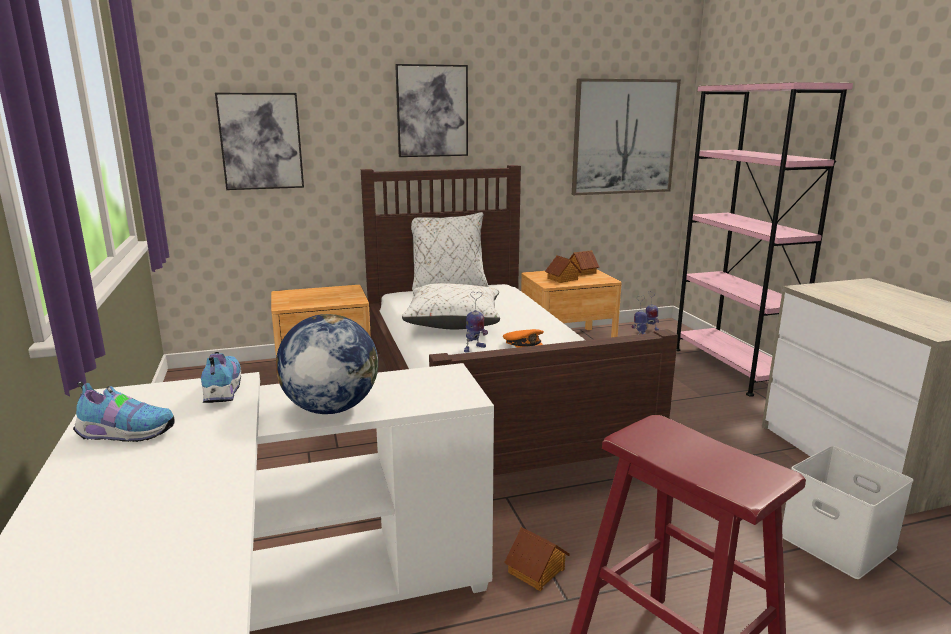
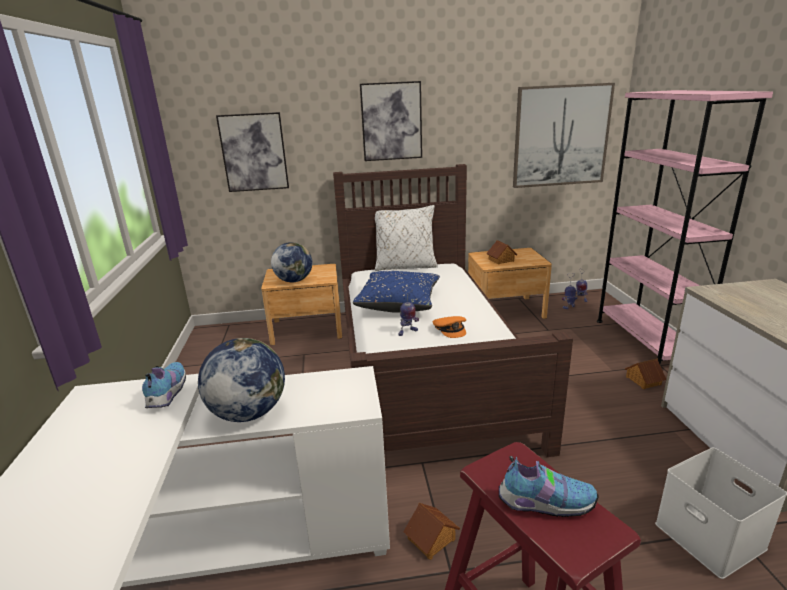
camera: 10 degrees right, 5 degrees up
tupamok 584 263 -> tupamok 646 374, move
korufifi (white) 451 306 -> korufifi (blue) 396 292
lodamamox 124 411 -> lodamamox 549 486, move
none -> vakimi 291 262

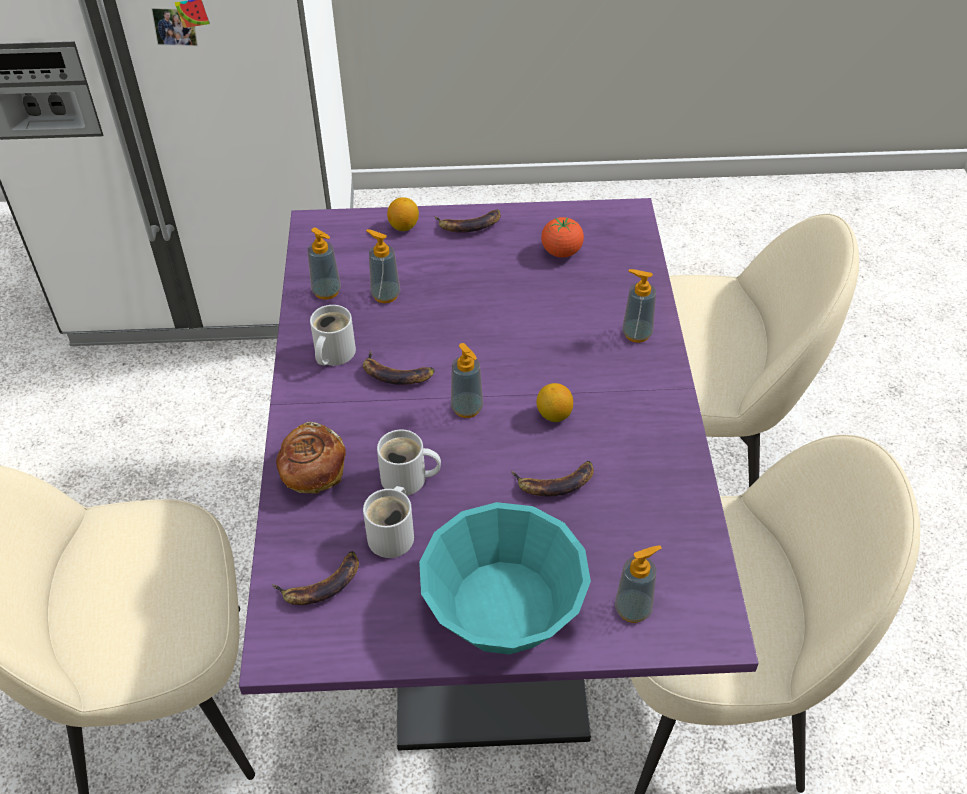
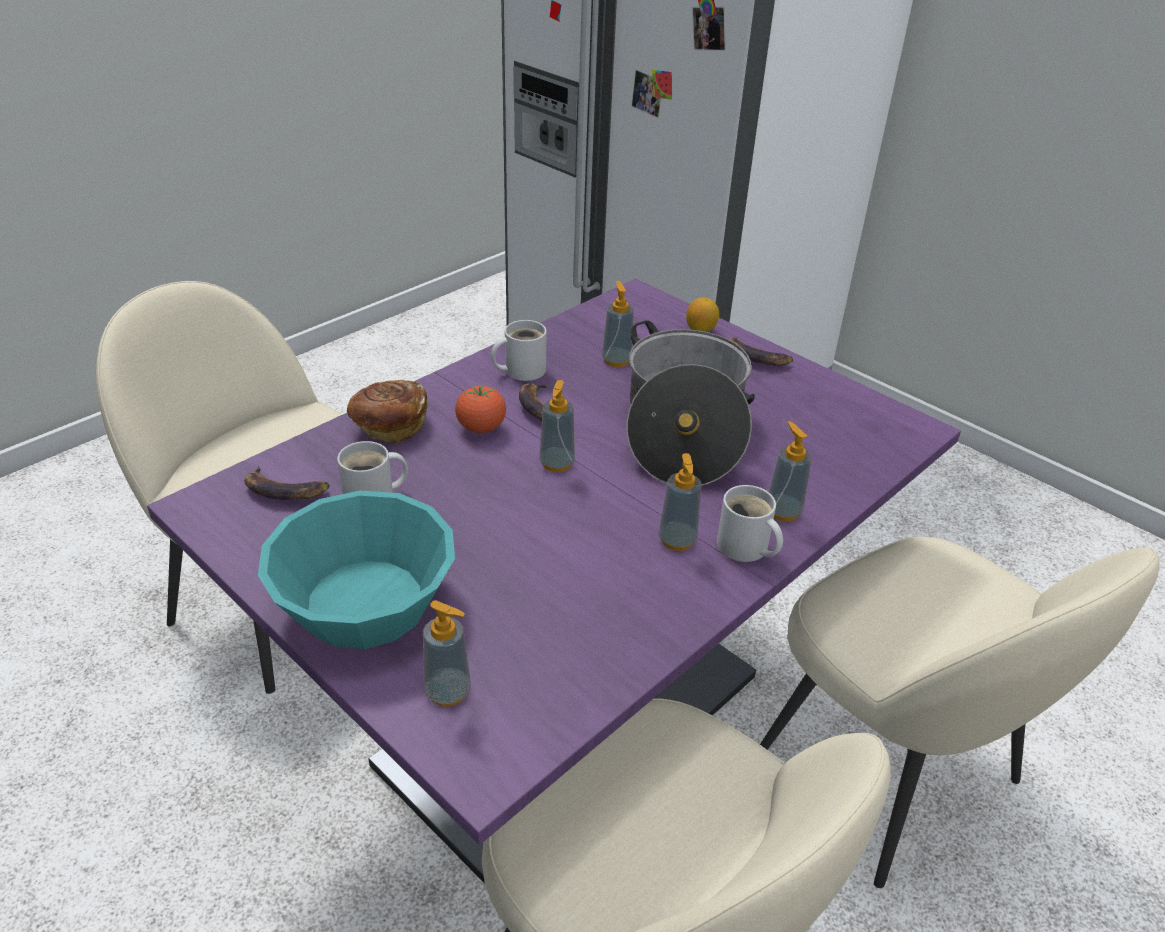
camera: 45 degrees right, 10 degrees down
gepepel 562 237 -> gepepel 480 409, move
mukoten 324 264 -> mukoten 680 502, move
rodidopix 555 402 -> none
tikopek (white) 409 462 -> tikopek (white) 750 523, move
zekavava 552 478 -> none
none -> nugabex 691 403

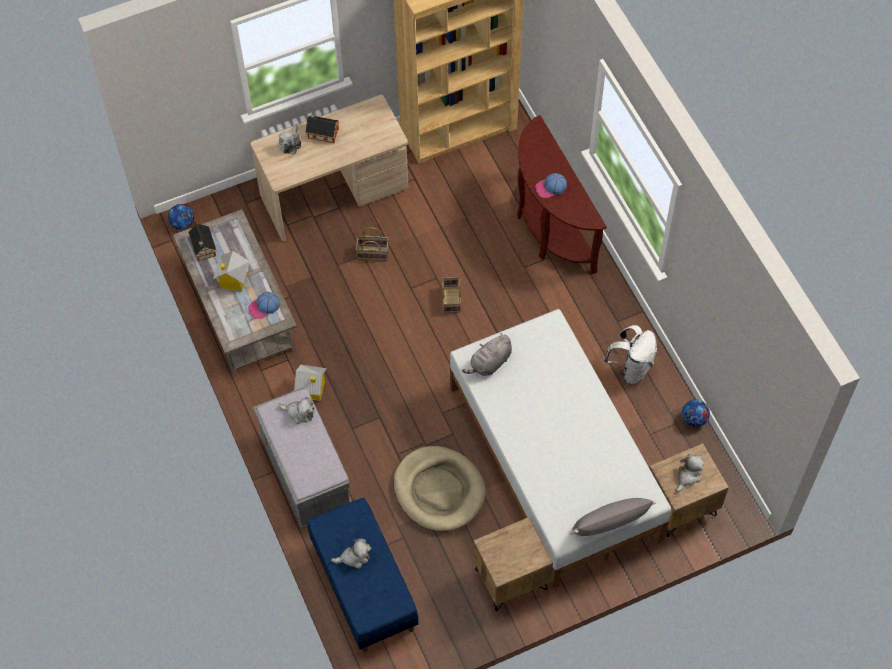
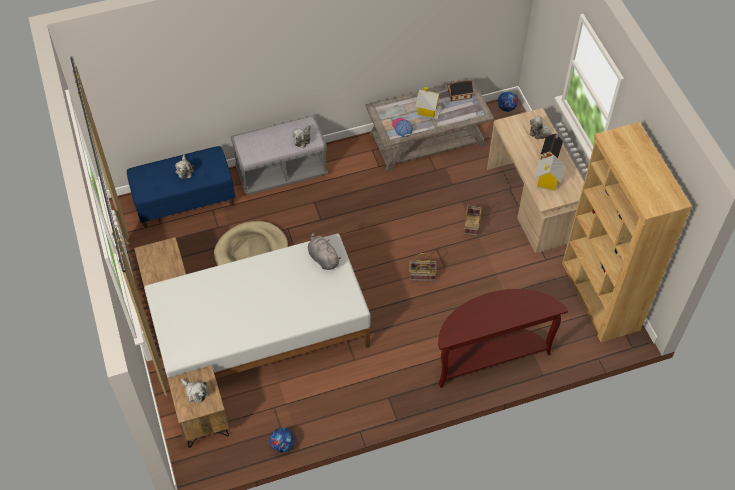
camera: 95 degrees right, 5 degrees down
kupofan 551 185 -> none
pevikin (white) 630 354 -> none
tupamok 310 383 -> tupamok 550 173, move
korufifi (grey) 612 517 -> none

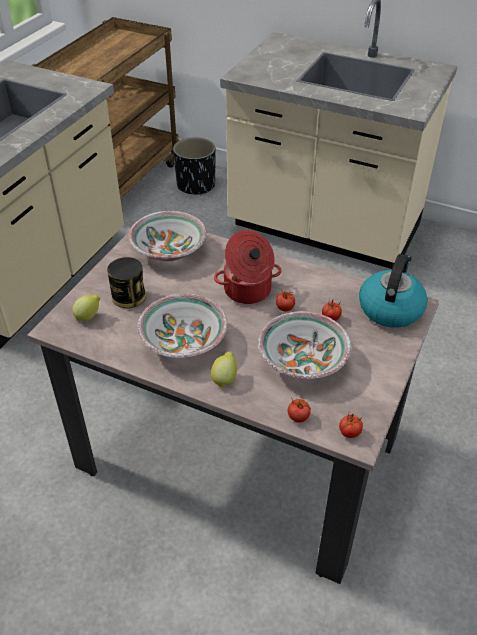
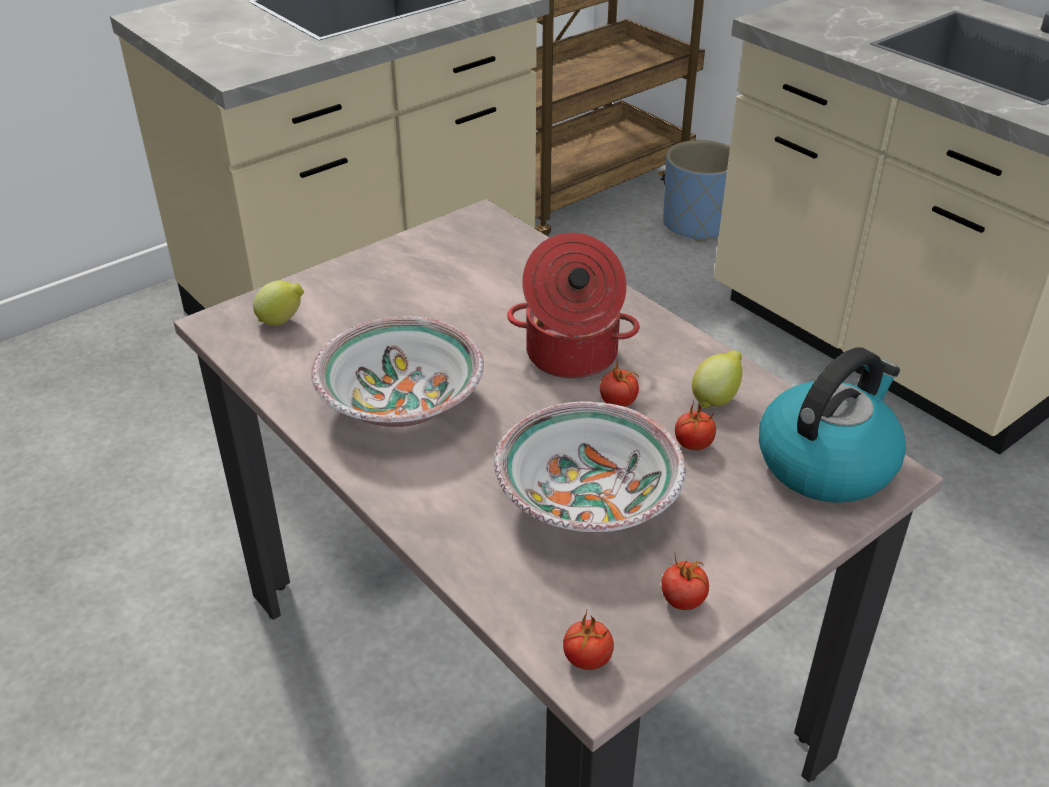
camera: 25 degrees right, 5 degrees down
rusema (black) 194 166 -> rusema (blue) 696 191
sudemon 167 236 -> none
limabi 126 282 -> none
rodidopix 224 370 -> rodidopix 717 379, move
gepepel 299 410 -> gepepel 685 581, move

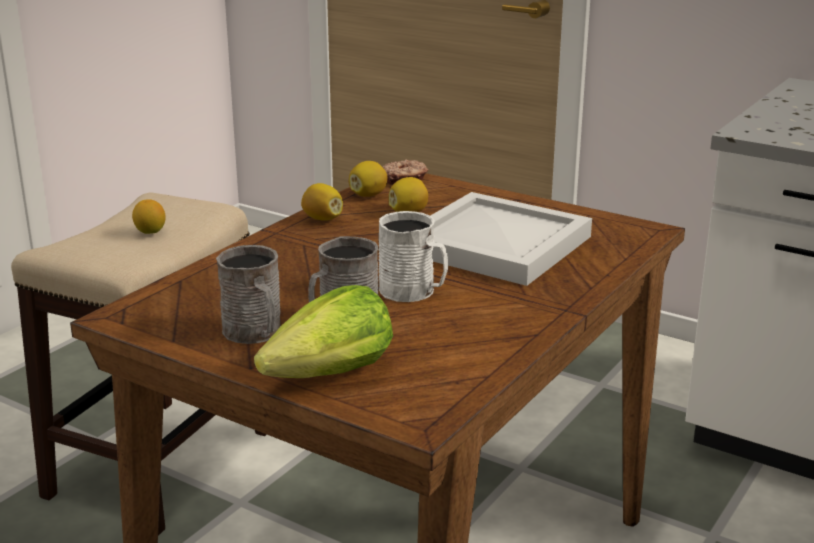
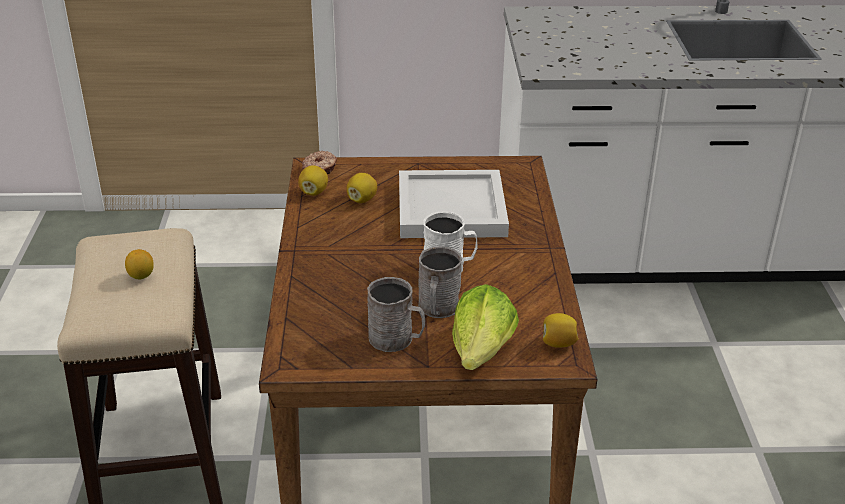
camera: 35 degrees left, 10 degrees up
rodidopix 322 202 -> rodidopix 561 330, move

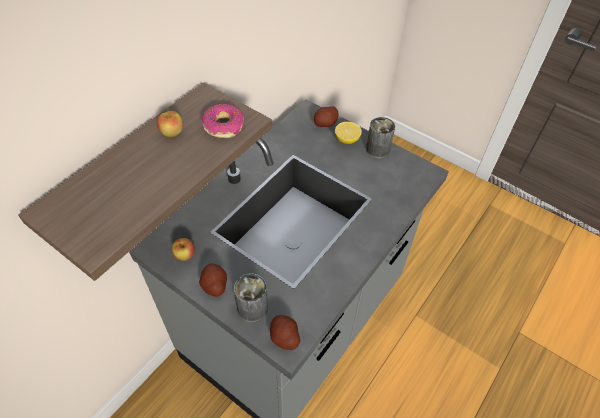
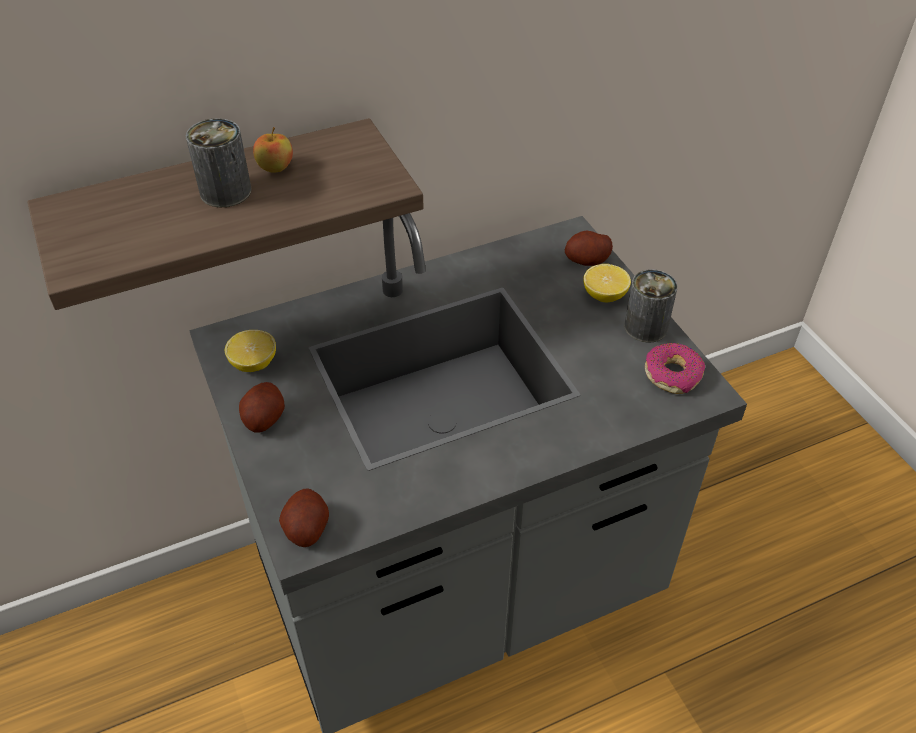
camera: 30 degrees right, 5 degrees down
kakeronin 223 121 -> kakeronin 675 368, move
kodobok 183 249 -> rodidopix 250 351
limabi 251 298 -> limabi 218 162, move

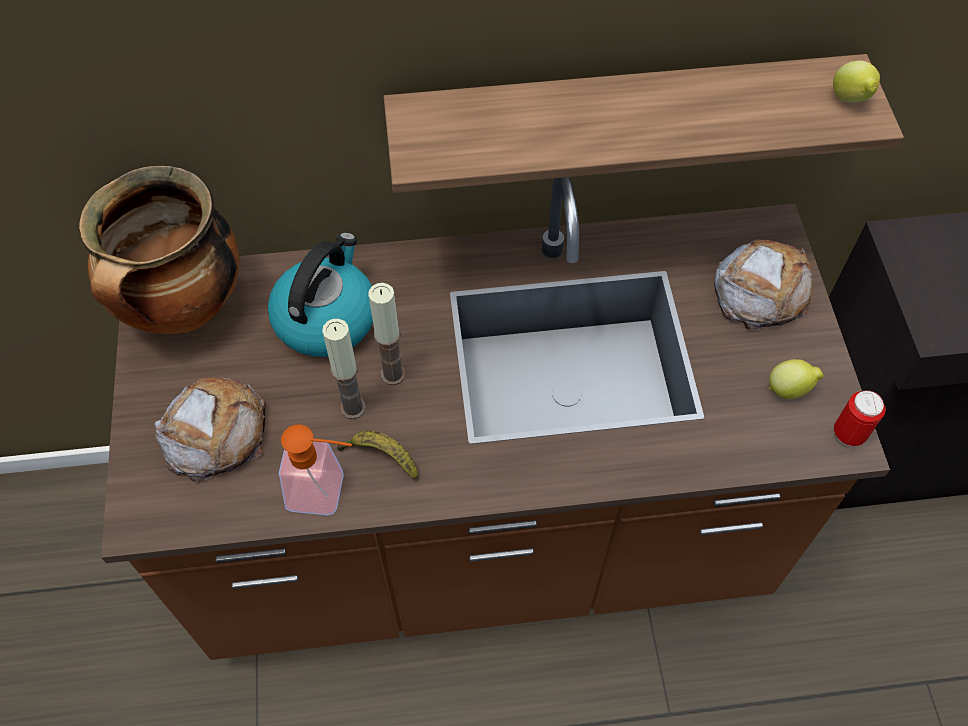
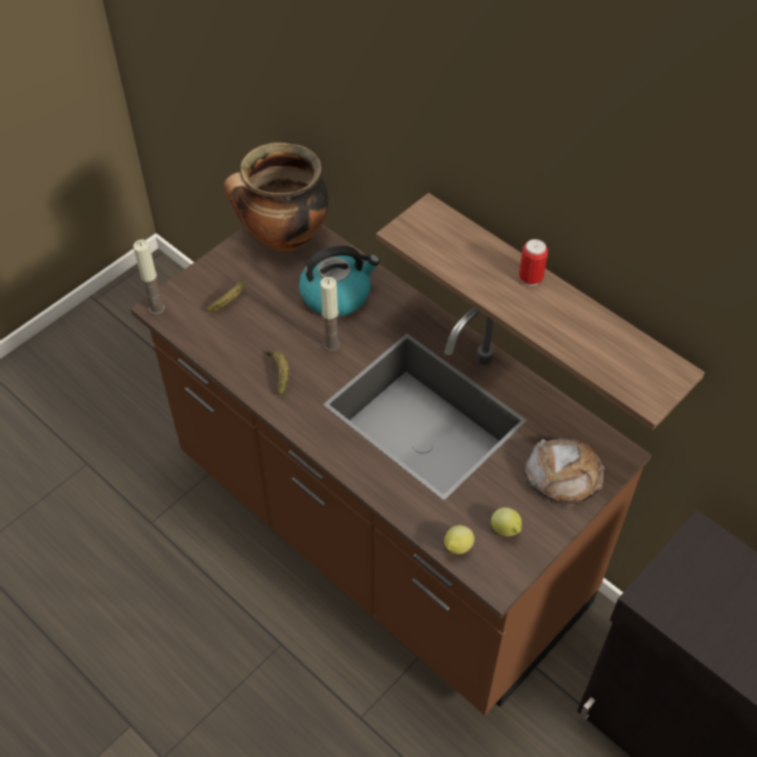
camera: 50 degrees right, 5 degrees down
rodidopix 856 82 -> rodidopix 459 539, move
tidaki 344 369 -> tidaki 149 277, move
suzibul 210 430 -> zekavava 226 295
limabi 859 418 -> limabi 533 262, move
mukoten 315 469 -> none

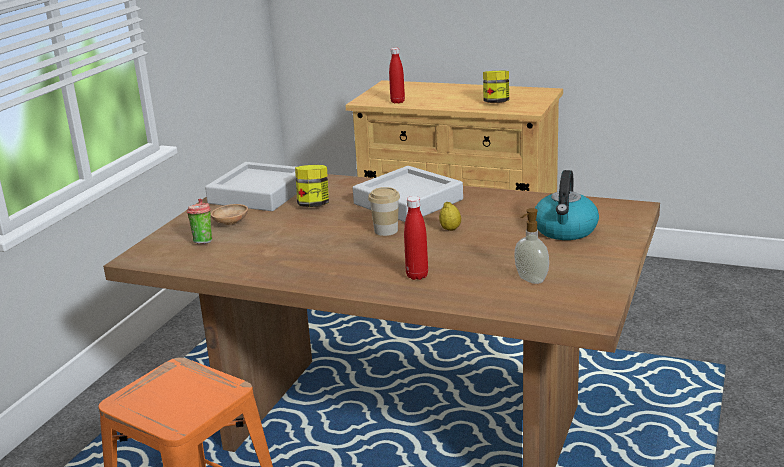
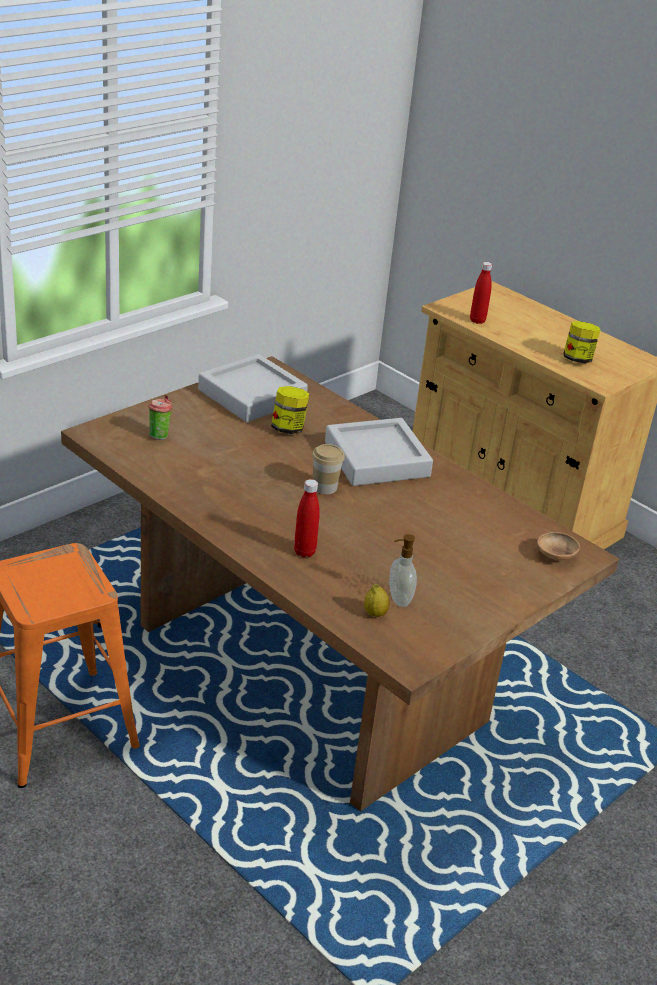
camera: 20 degrees right, 10 degrees up
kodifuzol 567 205 -> none
rodidopix 450 216 -> rodidopix 377 600, move
sudemon (brown) 229 214 -> sudemon (brown) 558 546, move

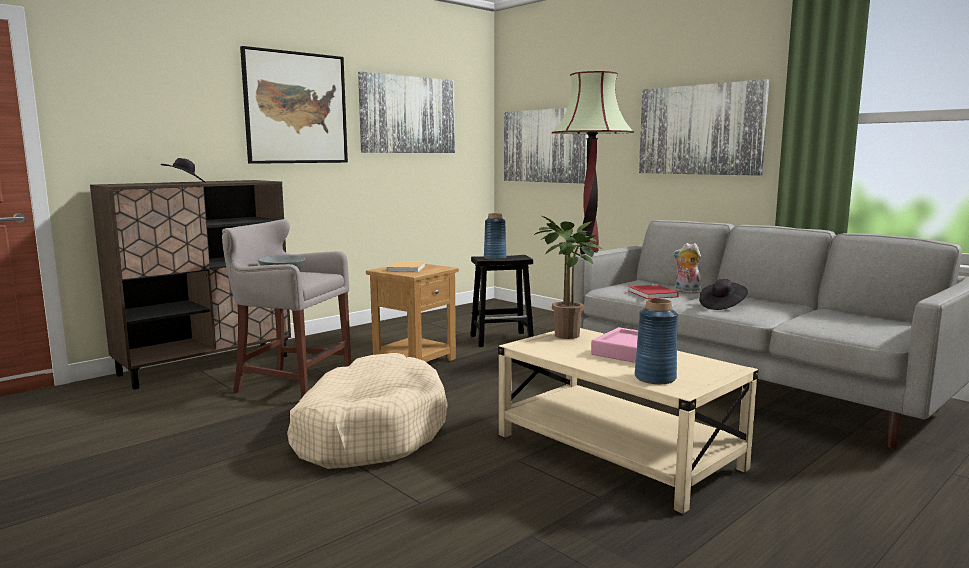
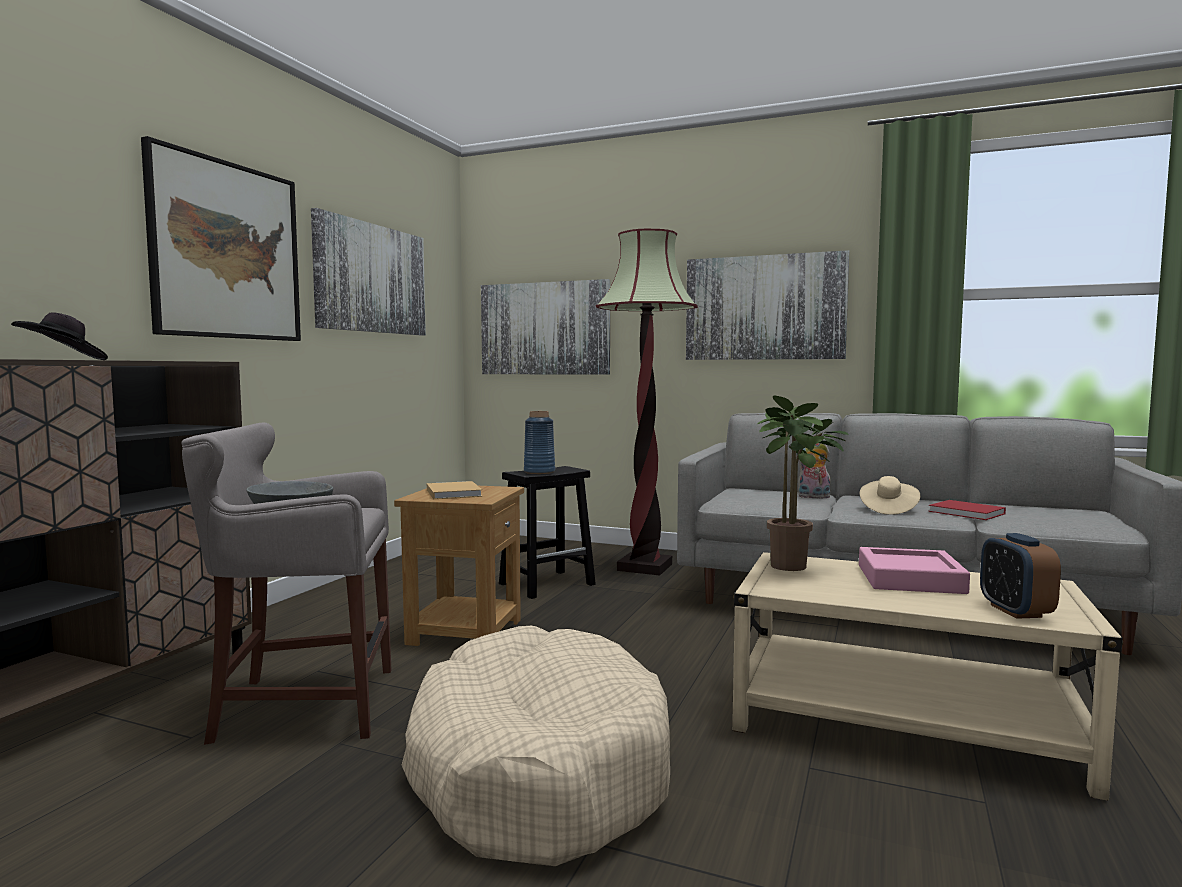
camera: 25 degrees left, 5 degrees down
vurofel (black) 723 294 -> vurofel (beige) 890 495
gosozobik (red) 653 292 -> gosozobik (red) 967 510, move
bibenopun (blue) 656 341 -> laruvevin 1020 576

